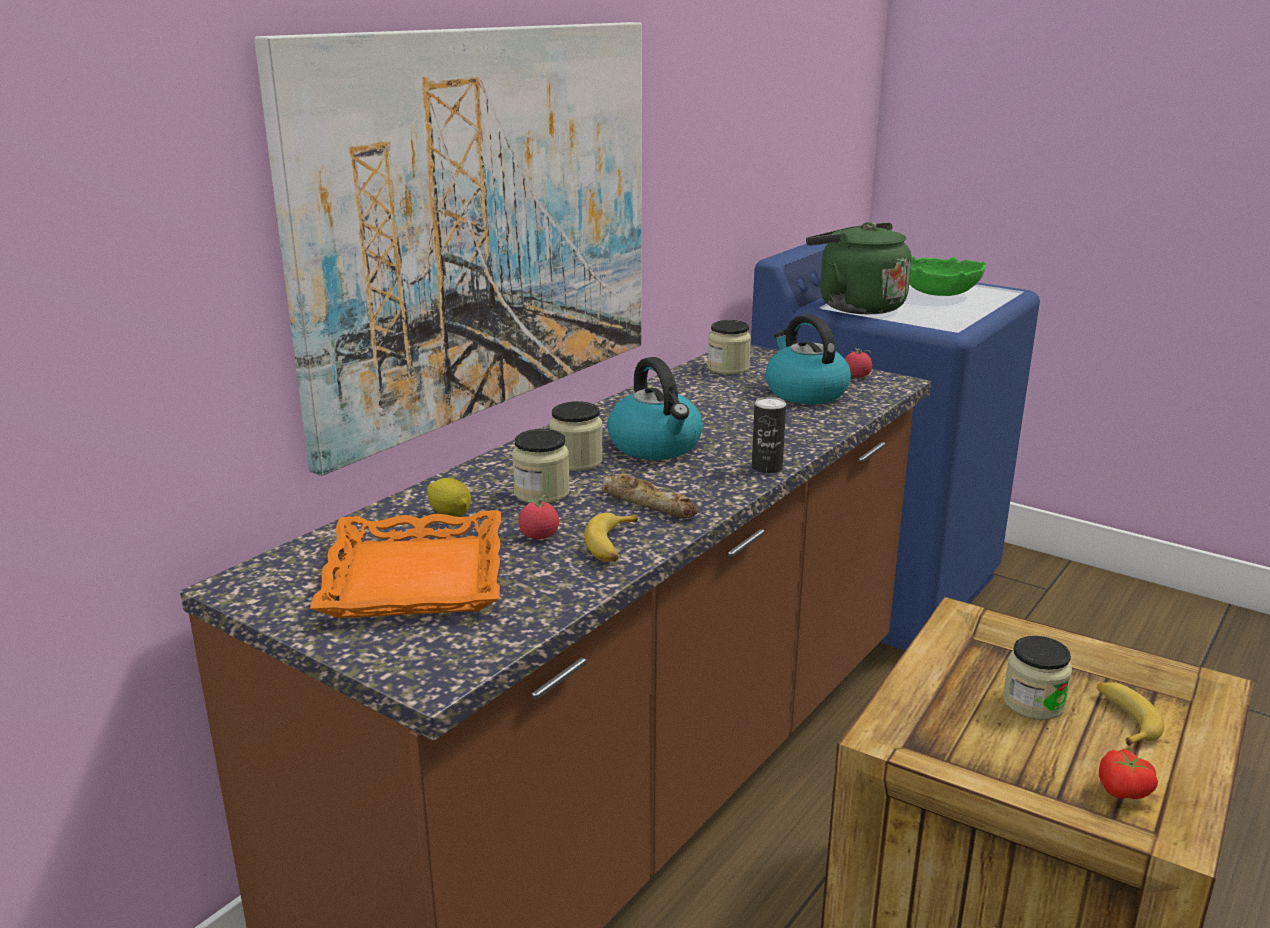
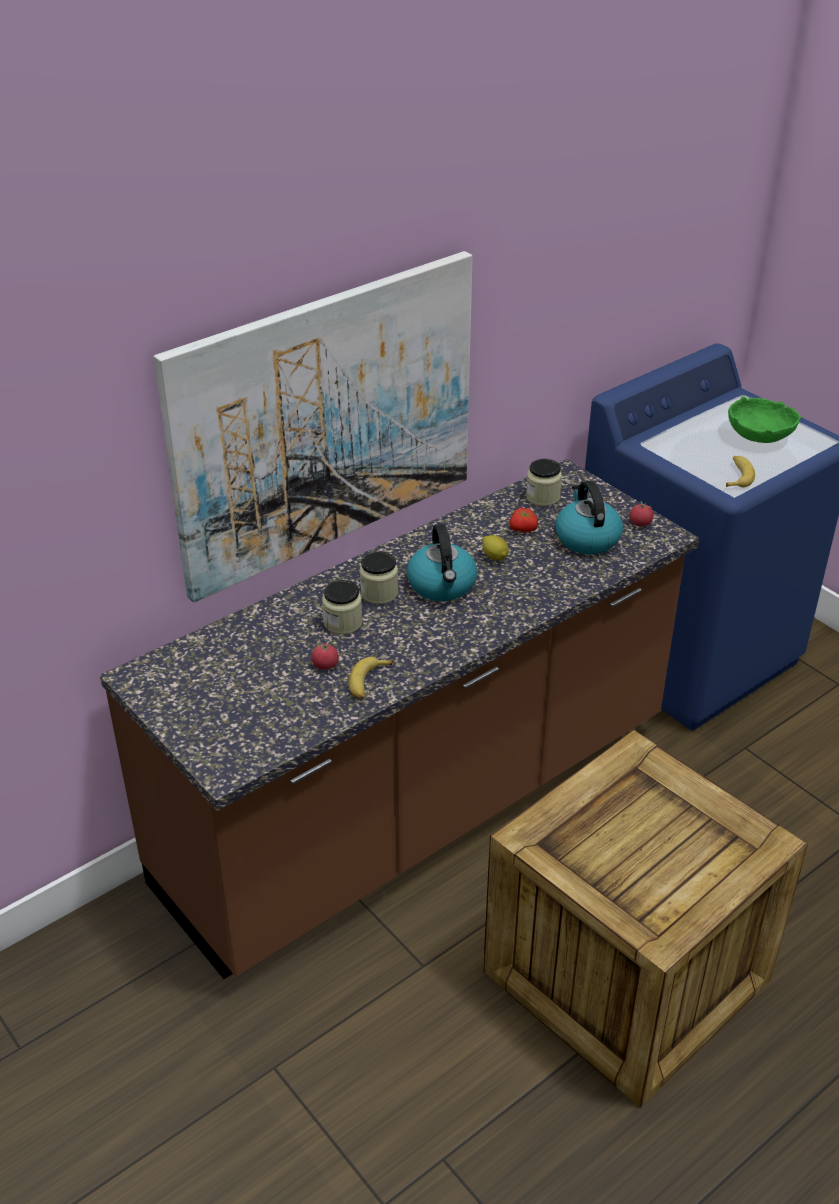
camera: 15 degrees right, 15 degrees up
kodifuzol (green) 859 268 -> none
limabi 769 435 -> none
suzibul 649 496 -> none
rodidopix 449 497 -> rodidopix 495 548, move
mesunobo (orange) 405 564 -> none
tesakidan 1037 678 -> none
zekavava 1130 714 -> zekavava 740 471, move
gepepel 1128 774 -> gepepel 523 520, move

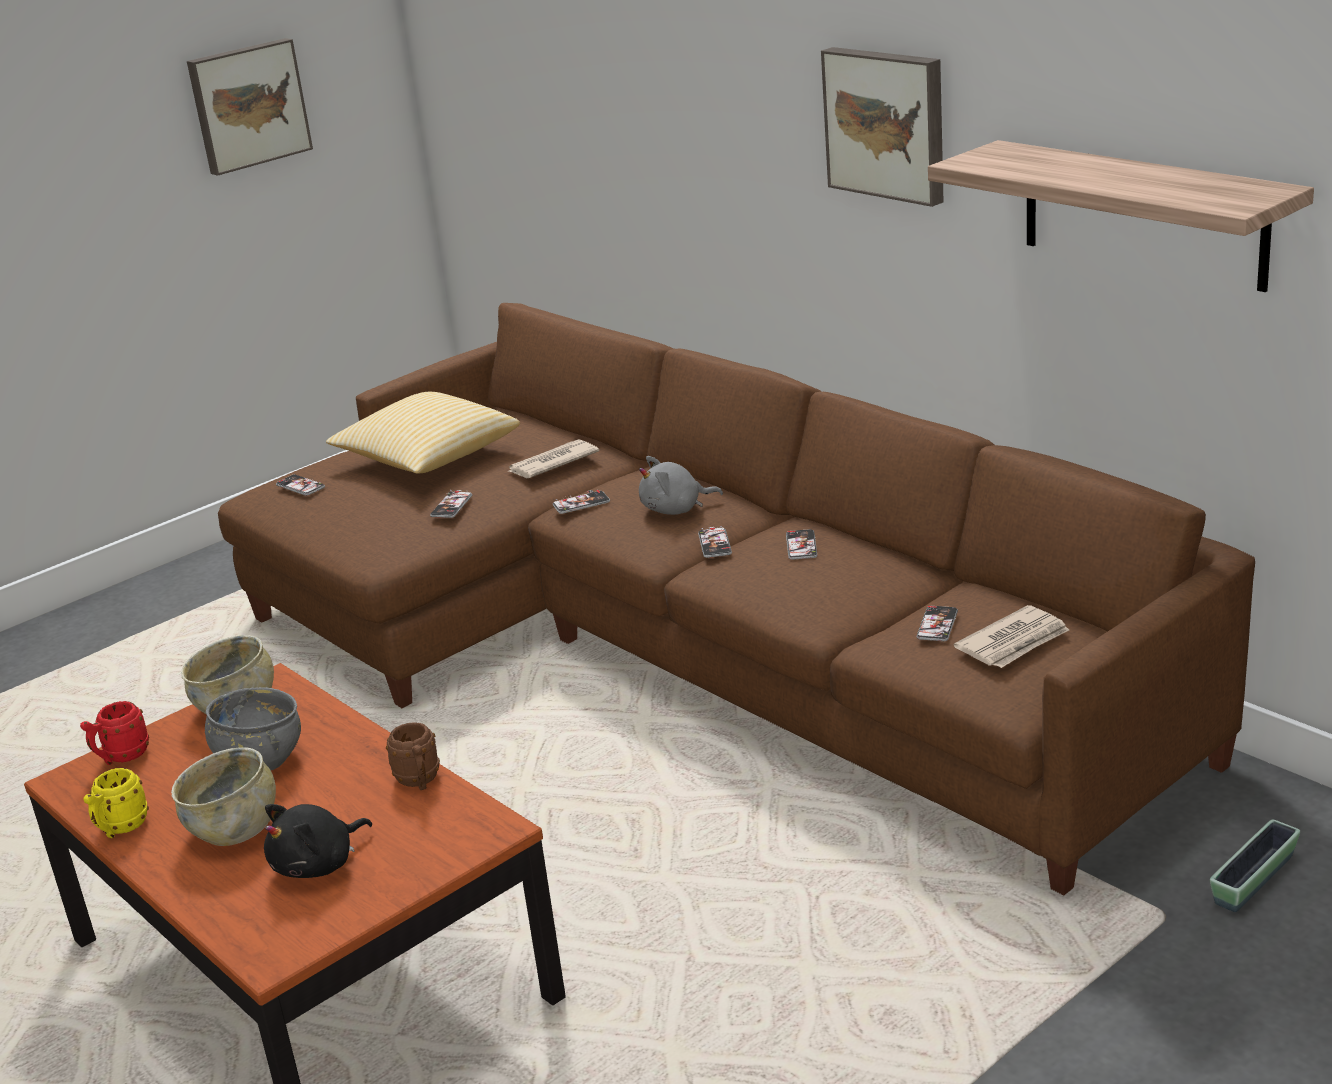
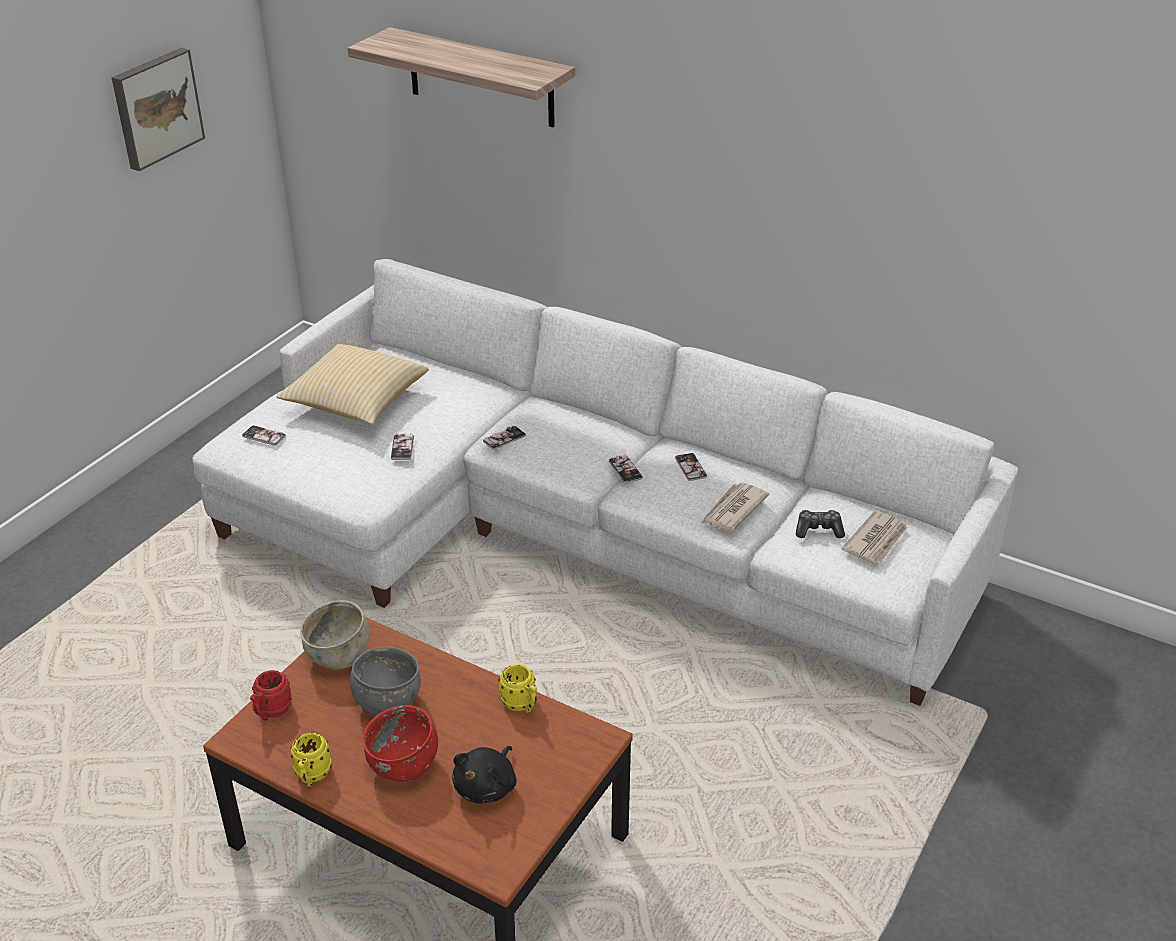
camera: 20 degrees left, 10 degrees up
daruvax 882 127 -> none
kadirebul 1121 216 -> kadirebul 461 77, move
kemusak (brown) 736 599 -> kemusak (white) 605 482
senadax 553 458 -> senadax 735 506, move
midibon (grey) 681 485 -> none
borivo 937 623 -> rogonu 820 524
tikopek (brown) 413 756 -> tikopek (yellow) 518 688
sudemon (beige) 223 796 -> sudemon (red) 400 743
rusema 1255 865 -> none

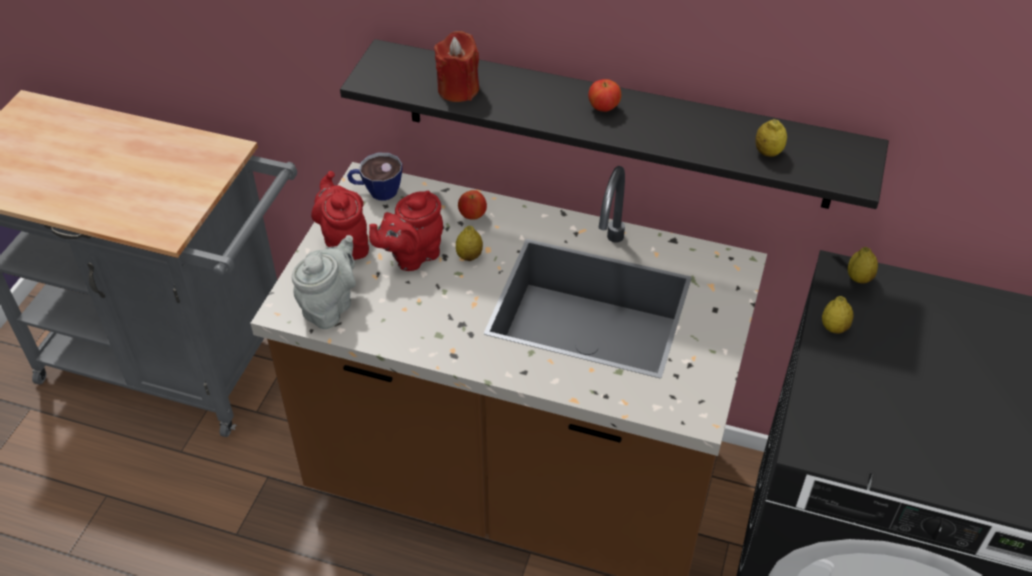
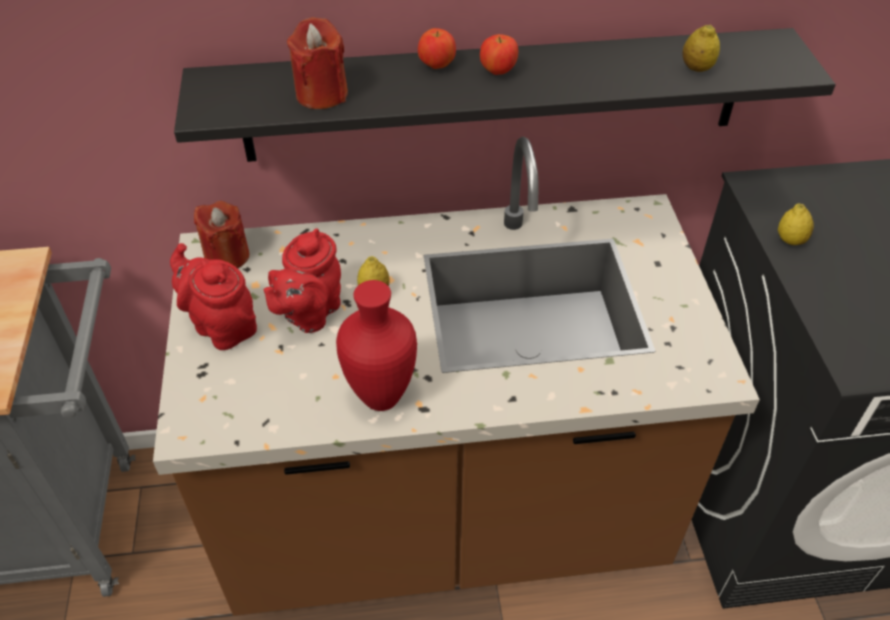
camera: 25 degrees left, 0 degrees up
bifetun 374 176 -> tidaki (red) 221 234
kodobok 472 205 -> kodobok 437 48, move
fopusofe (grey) 324 282 -> none
rodidopix 863 265 -> none
none -> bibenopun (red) 376 345

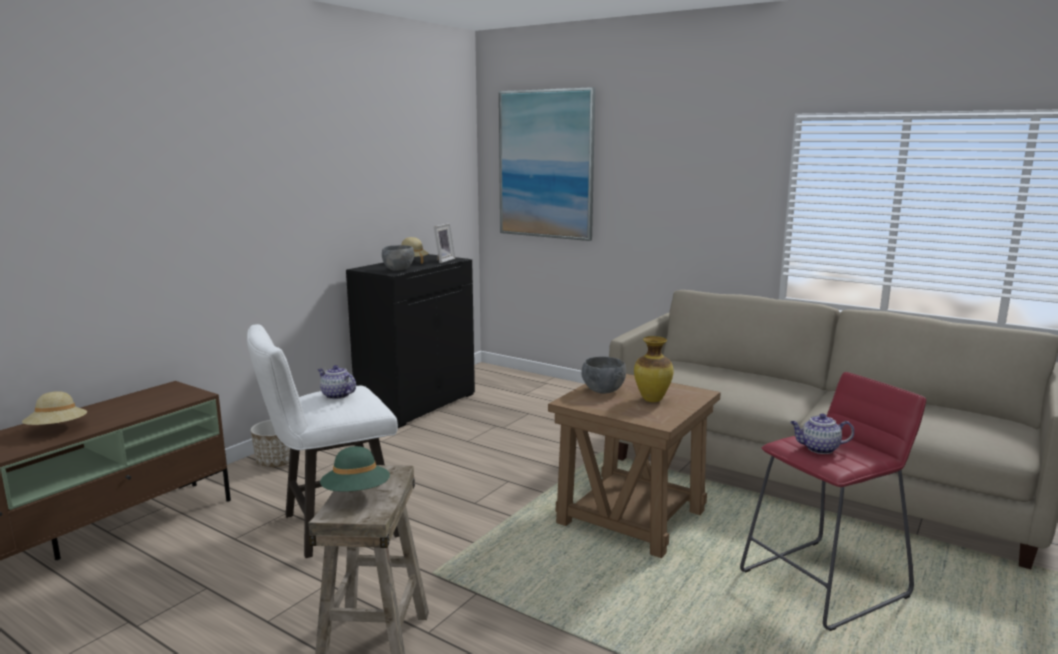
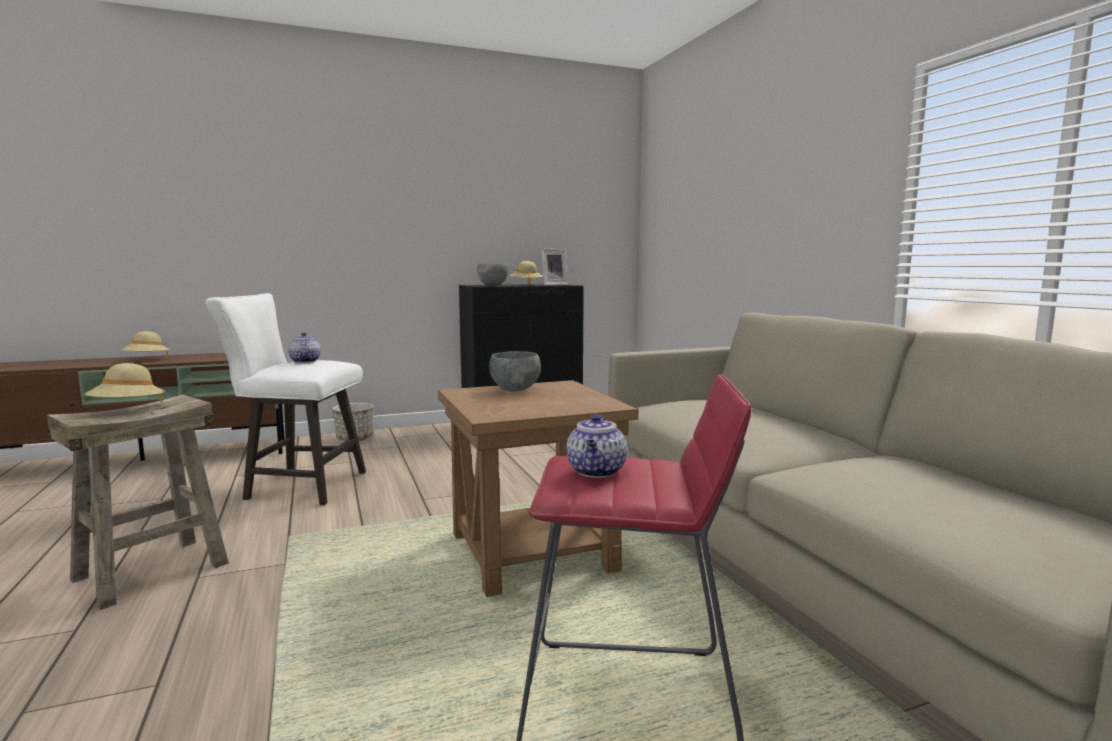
camera: 35 degrees right, 5 degrees down
daruvax 547 164 -> none
bibenopun 654 369 -> none
fopusofe 822 434 -> fopusofe 596 446, 120 degrees counterclockwise
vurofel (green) 355 469 -> vurofel (beige) 124 383

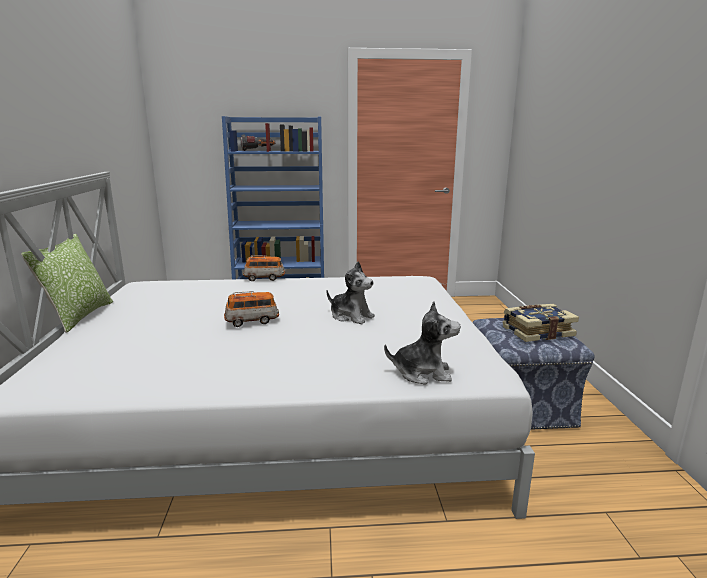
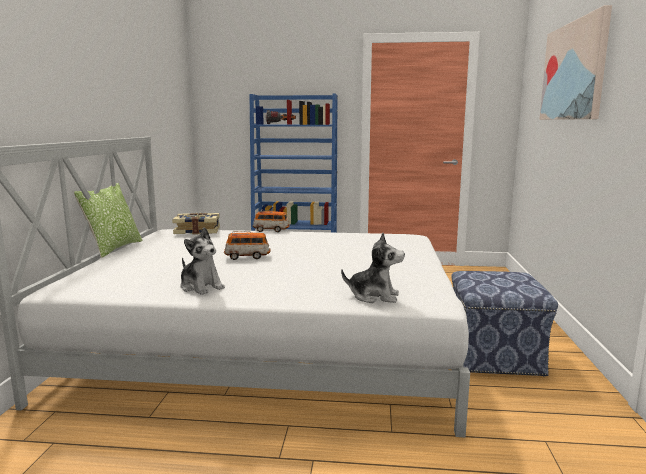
camera: 10 degrees right, 5 degrees down
midibon 351 292 -> midibon 202 261, move
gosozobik 540 323 -> gosozobik 196 223, move
none -> daruvax 575 62

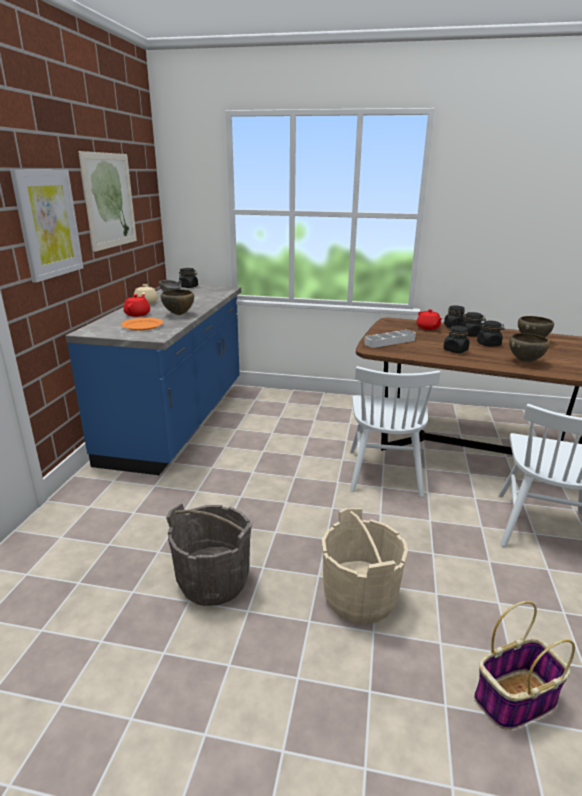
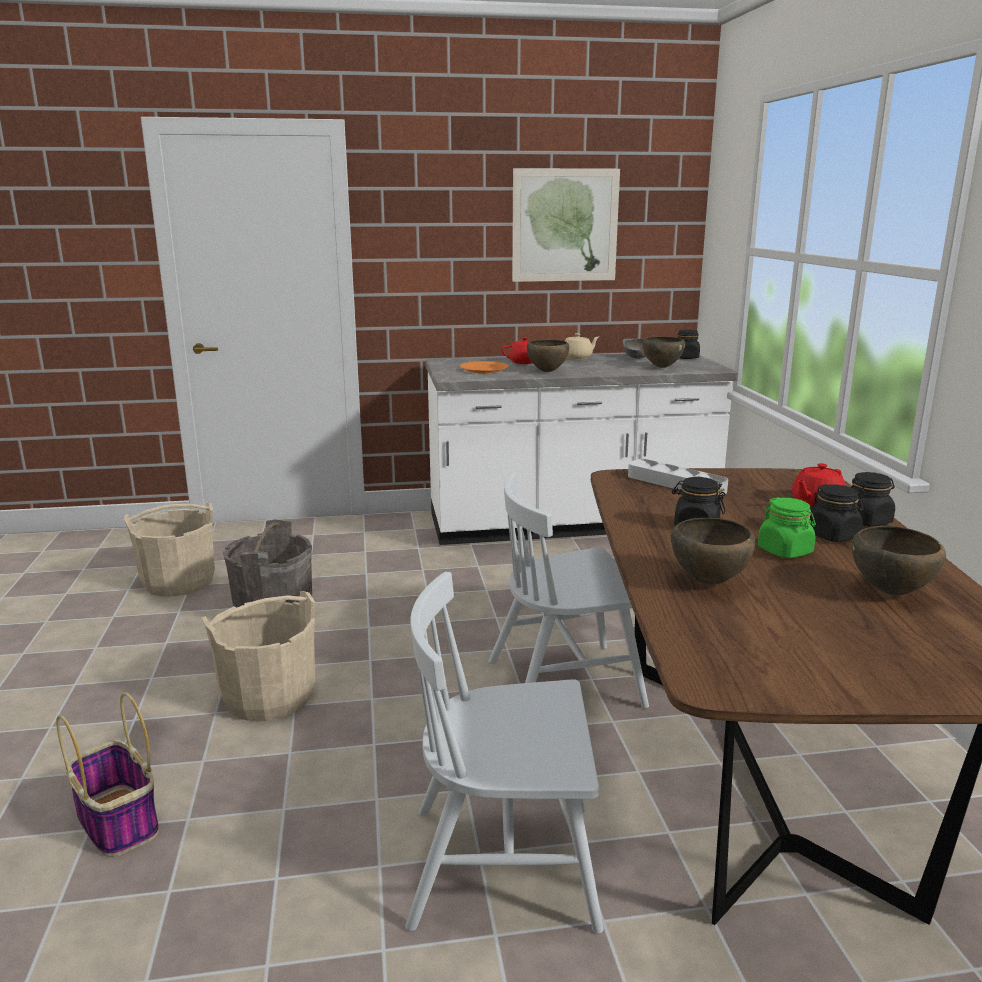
camera: 70 degrees right, 5 degrees down
daruvax 46 225 -> none
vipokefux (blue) 153 380 -> vipokefux (white) 582 449
tesakidan (black) 491 333 -> tesakidan (green) 787 527
none -> sudemon (brown) 664 352
none -> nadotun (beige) 169 550

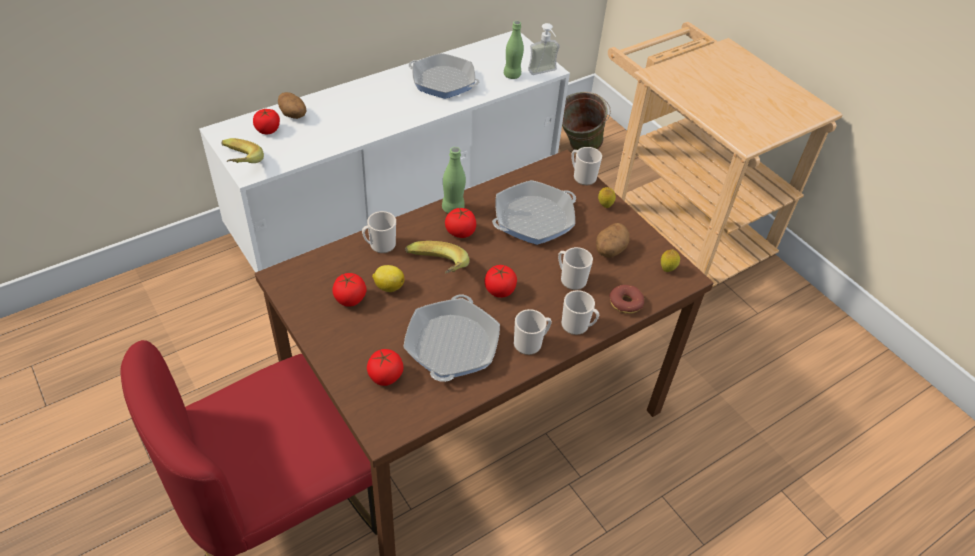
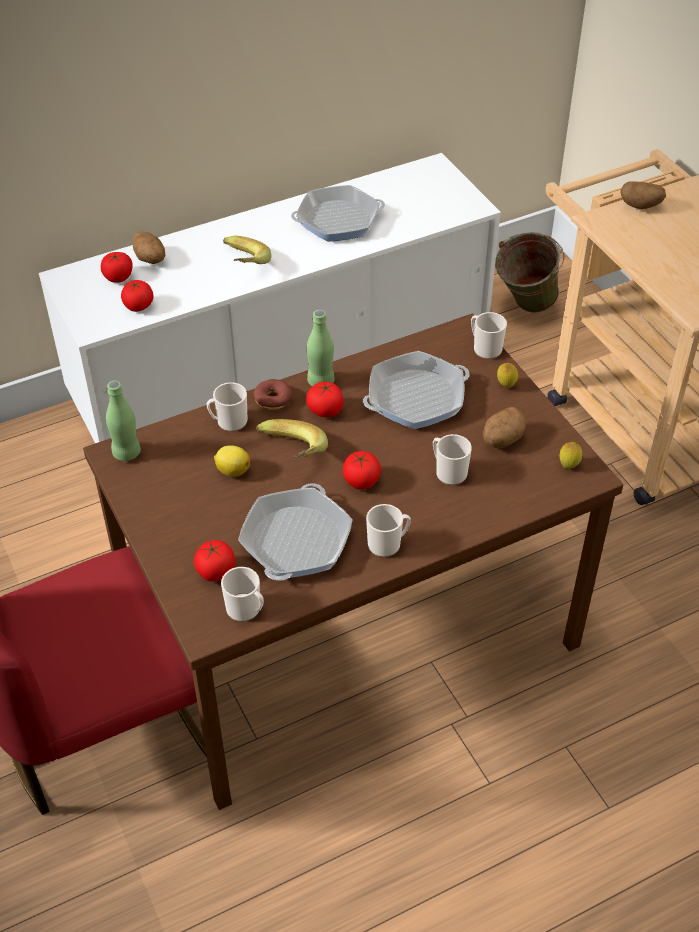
camera: 10 degrees right, 0 degrees up
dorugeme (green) 514 50 -> dorugeme (green) 123 421, move
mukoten 544 49 -> none
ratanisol 444 76 -> ratanisol 338 213, 135 degrees clockwise
zekavava 242 150 -> zekavava 247 250, move
gepepel 349 290 -> gepepel 137 296, move
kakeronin 626 299 -> kakeronin 273 394, move
tikopek 580 312 -> tikopek 242 594, move
none -> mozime 643 195

